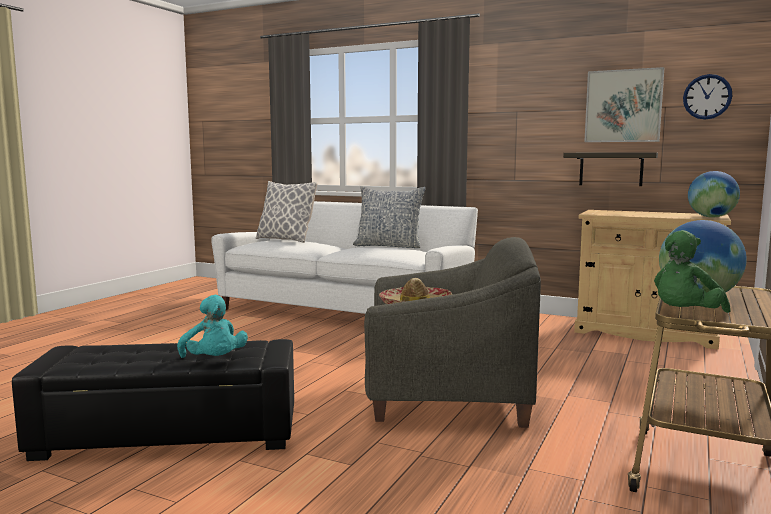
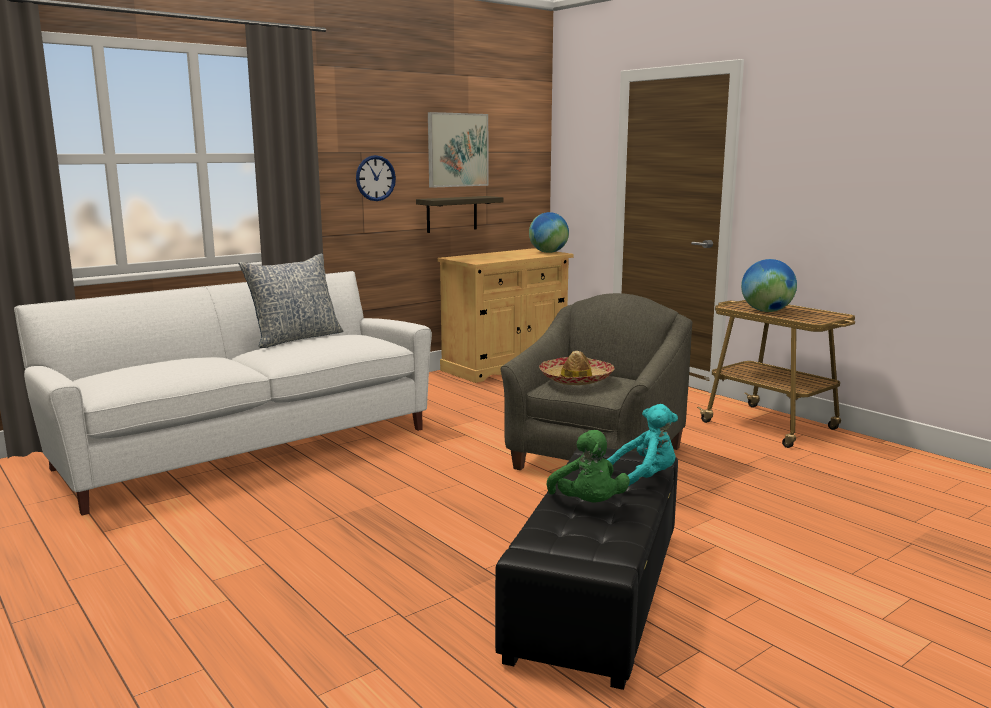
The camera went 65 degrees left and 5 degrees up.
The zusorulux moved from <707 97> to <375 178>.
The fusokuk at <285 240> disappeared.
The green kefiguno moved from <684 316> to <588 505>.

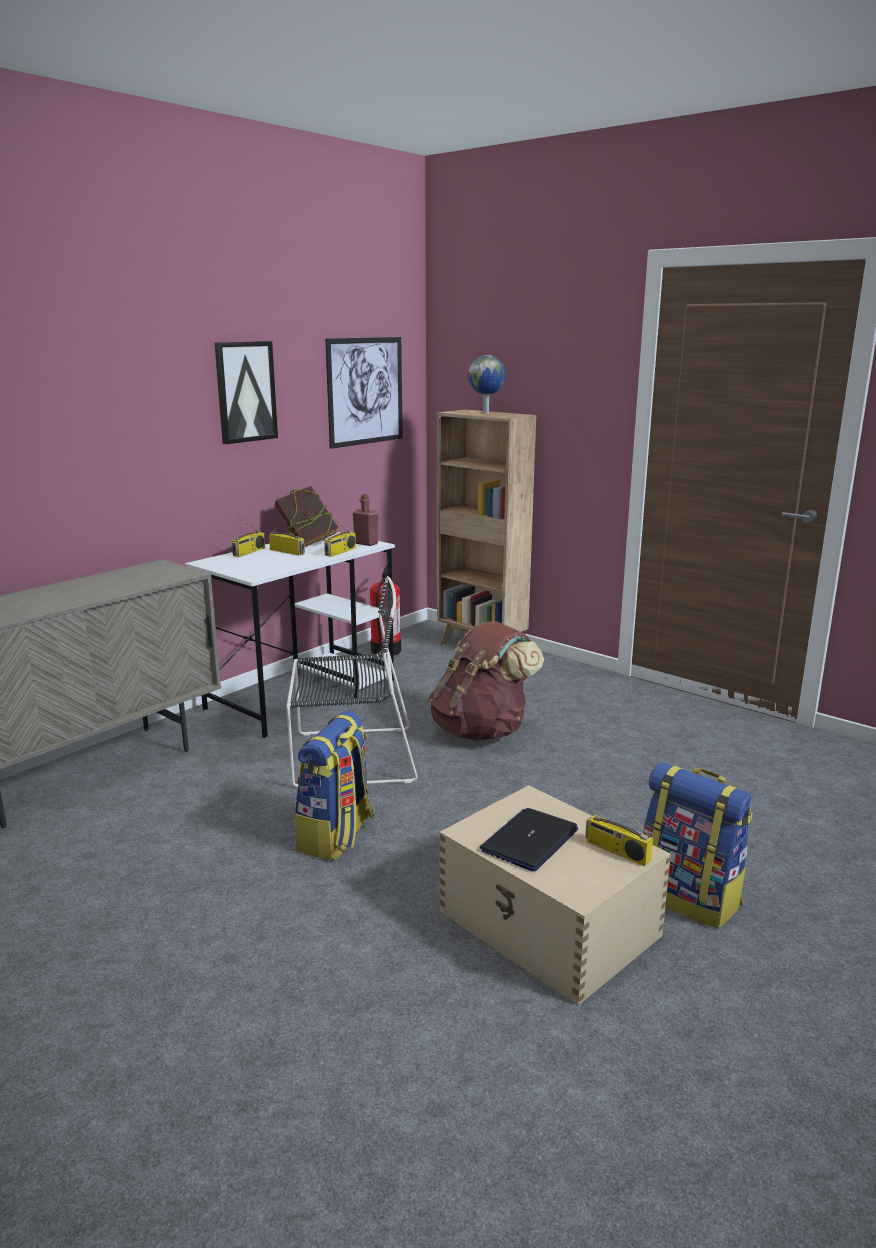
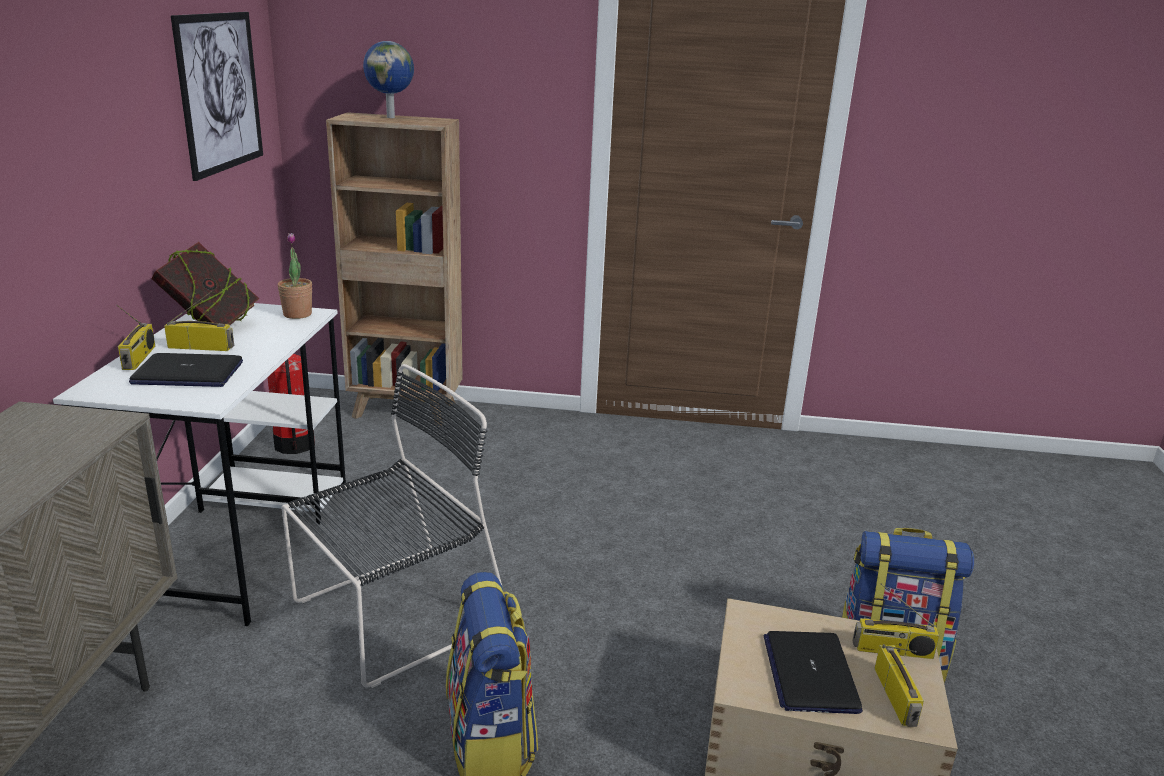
The camera went 35 degrees left and 5 degrees up.
The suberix at <245 392> disappeared.
The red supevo at <366 543> was replaced by the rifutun at <297 314>.
The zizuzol moved from <340 552> to <897 697>.
The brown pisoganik at <482 730> disappeared.
The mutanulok at <187 373> appeared.

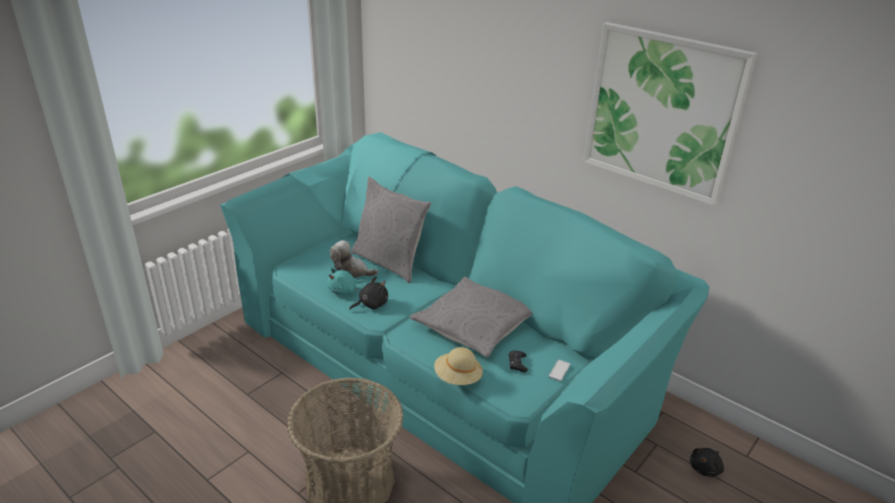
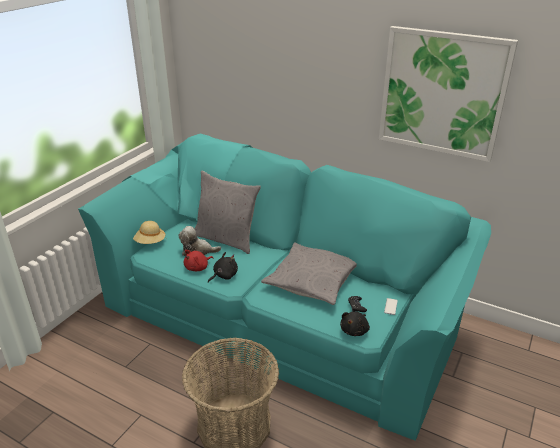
The camera went 10 degrees left and 0 degrees up.
The turquoise kefiguno at <344 291> became the red kefiguno at <198 268>.
The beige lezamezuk moved from <457 378> to <149 242>.
The black kefiguno moved from <705 468> to <355 330>.

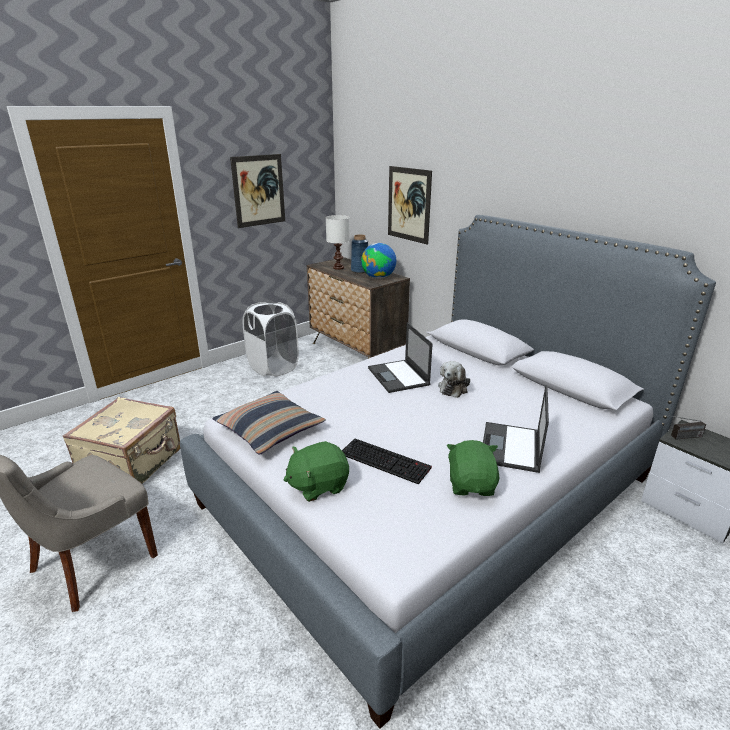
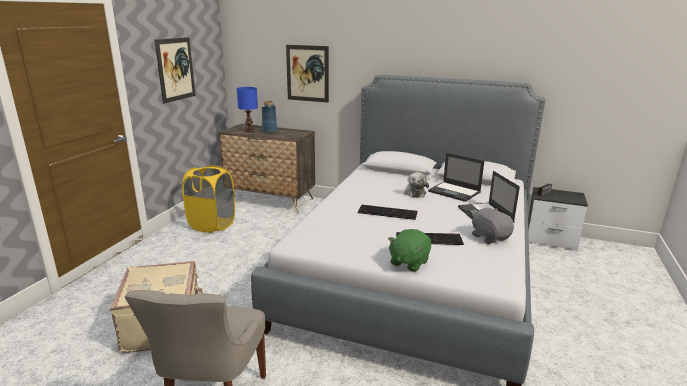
The camera went 30 degrees left and 5 degrees down.
The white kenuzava at <339 268> became the blue kenuzava at <249 131>.
The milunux at <378 278> disappeared.
The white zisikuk at <273 367> became the yellow zisikuk at <212 225>.
The mutanulok moved from <399 376> to <455 192>.
The fusokuk at <270 430> disappeared.
The green kefiguno at <471 485> became the grey kefiguno at <490 237>.
The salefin at <388 212> appeared.

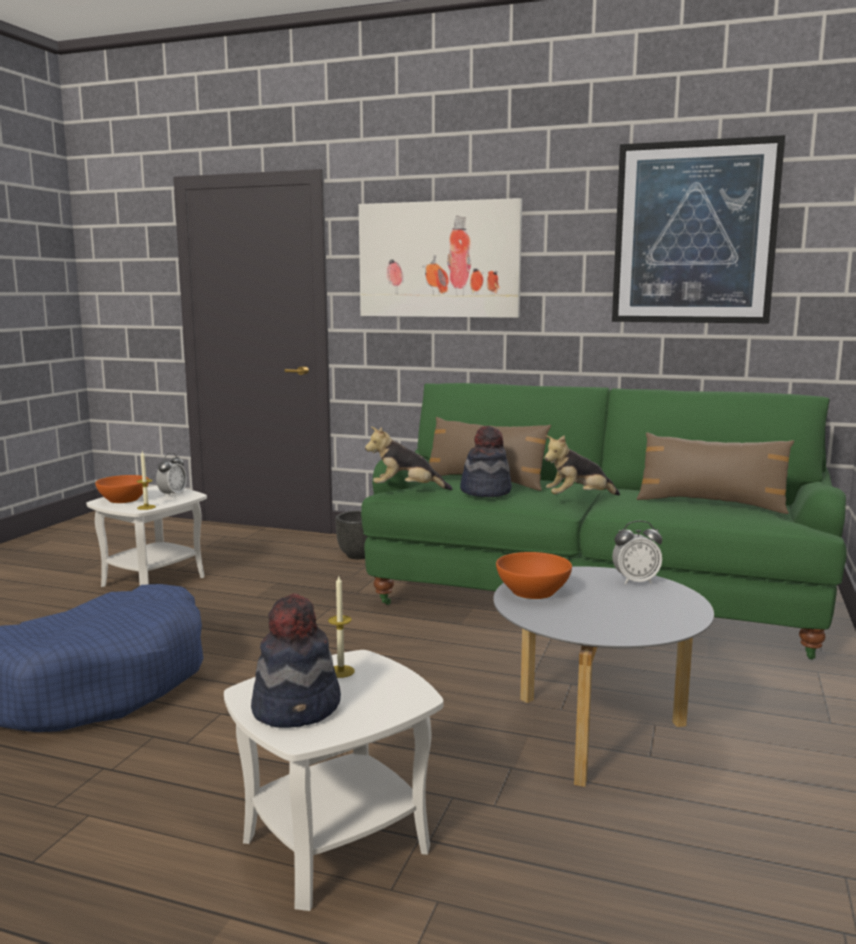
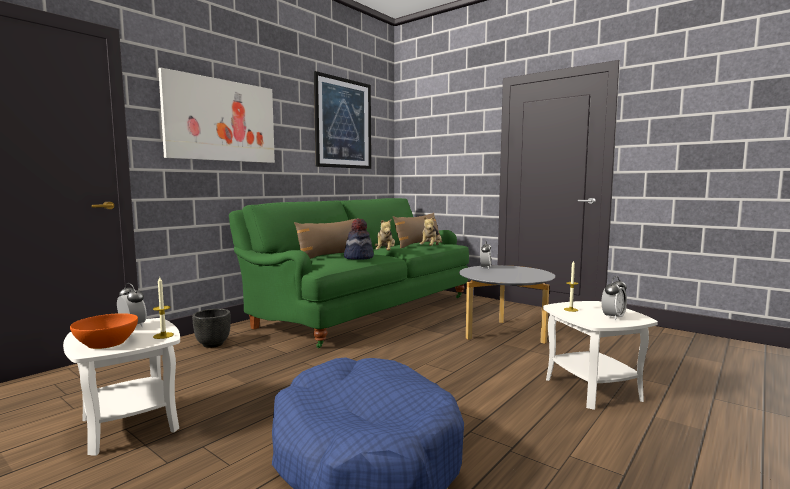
The camera went 70 degrees left and 5 degrees down.
The kefiguno moved from <406 490> to <431 248>.
The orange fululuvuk at <532 591> disappeared.
The lezamezuk at <298 708> was replaced by the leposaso at <613 317>.

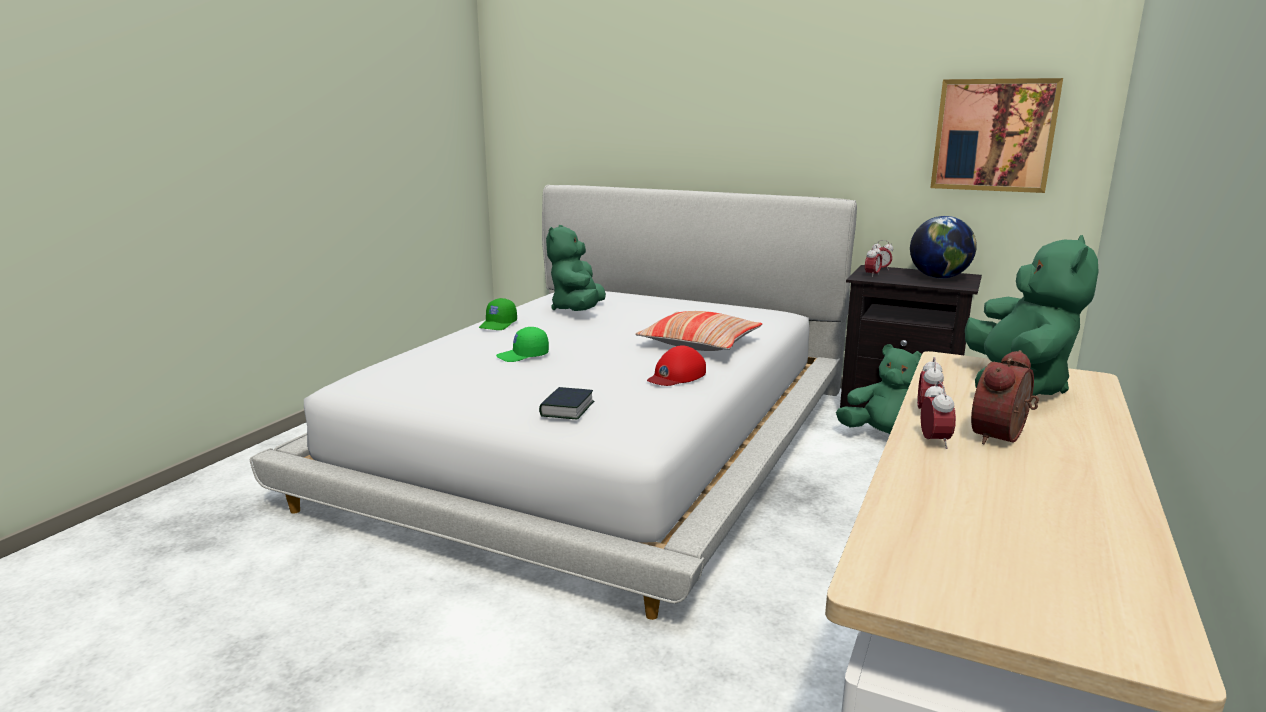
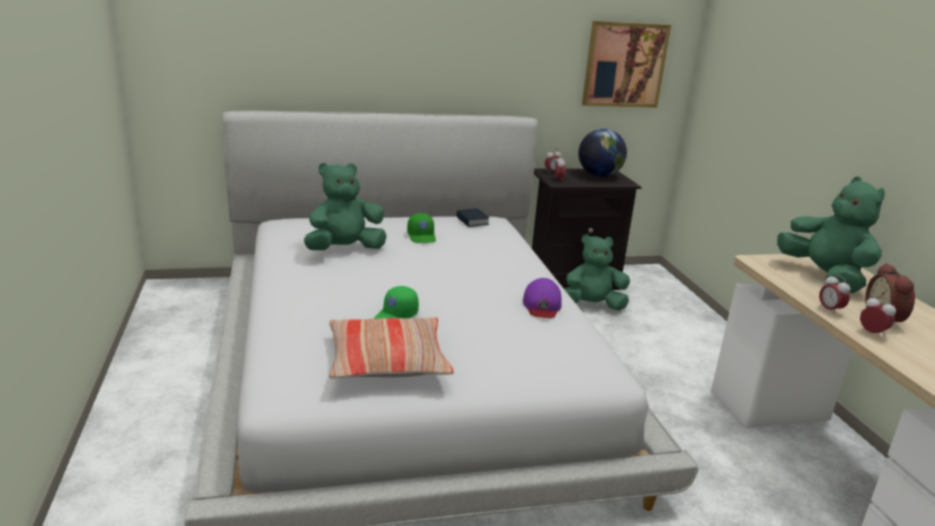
The camera went 40 degrees left and 5 degrees up.
The green kefiguno at <578 310> turned 90 degrees clockwise.
The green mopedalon moved from <498 325> to <422 236>.
The fusokuk moved from <700 343> to <387 361>.
The red mopedalon at <676 376> became the purple mopedalon at <542 305>.
The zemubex moved from <567 409> to <472 221>.

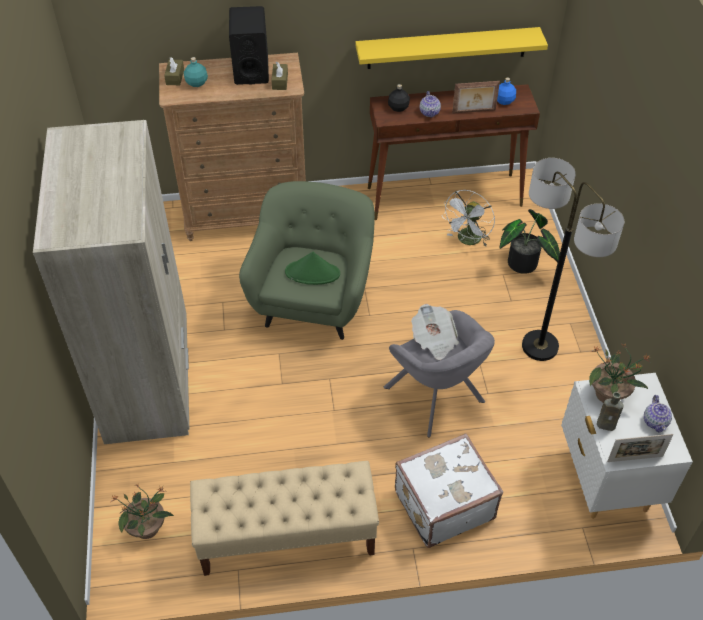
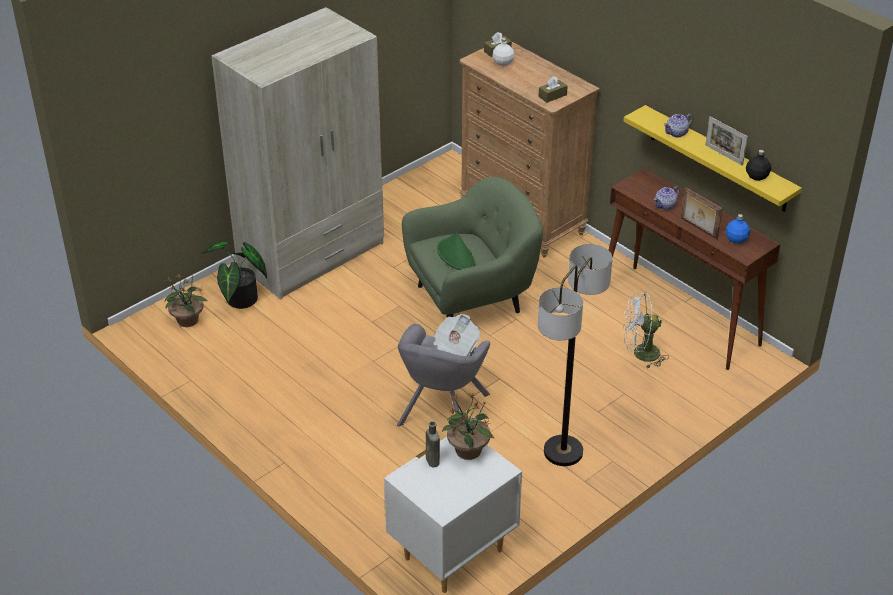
The camera went 55 degrees right and 10 degrees down.
The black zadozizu at <251 70> disappeared.
The turquoise supevo at <196 83> became the white supevo at <502 62>.
The black supevo moved from <398 108> to <756 176>.
The rifutun moved from <523 266> to <239 301>.
The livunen moved from <655 421> to <677 133>.
The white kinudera at <442 503> disappeared.
The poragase moved from <635 459> to <724 155>.
The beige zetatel at <286 536> disappeared.

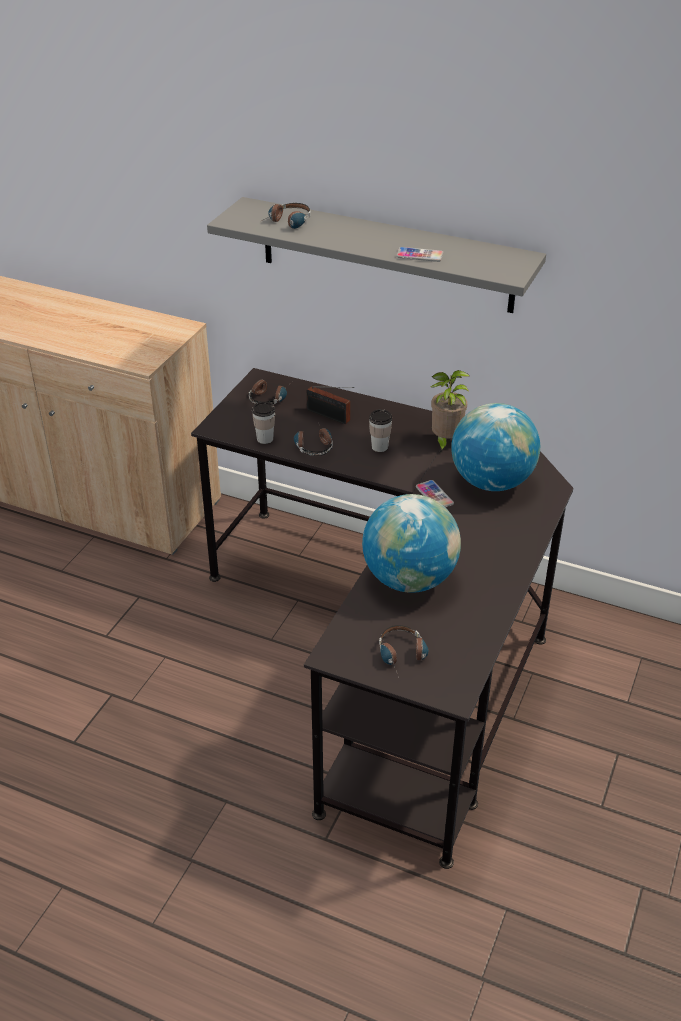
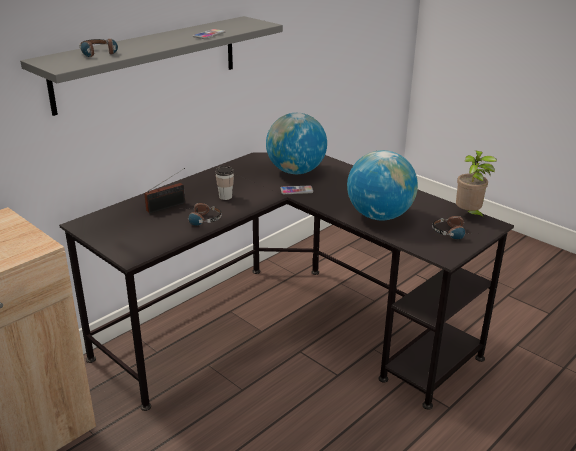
The camera went 70 degrees left and 10 degrees down.
The rifutun moved from <445 442> to <469 215>.
The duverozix at <269 397> disappeared.
The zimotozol at <265 439> disappeared.

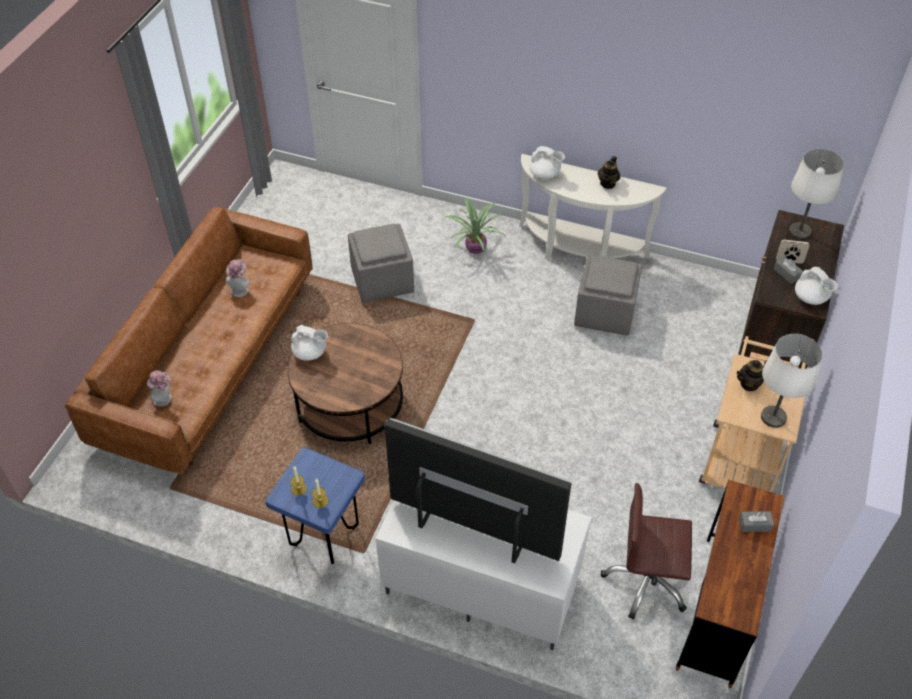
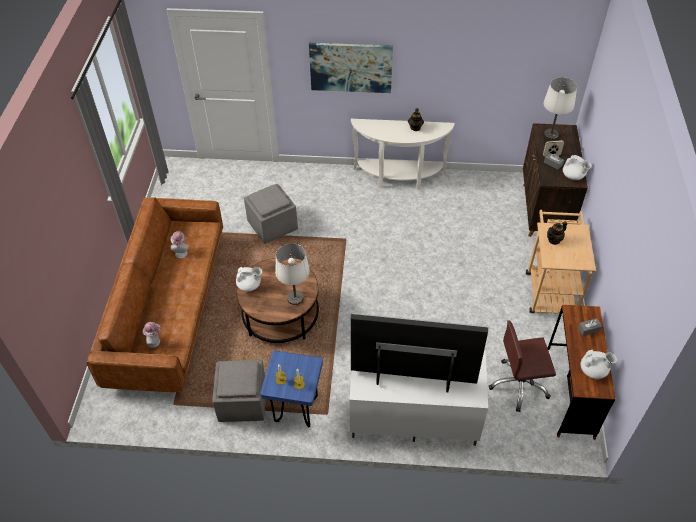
The camera went 15 degrees left and 0 degrees up.
The white livunen moved from <545 174> to <593 371>.
The rifutun at <475 248> disappeared.
The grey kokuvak moved from <605 313> to <243 402>.
The white kenuzava moved from <773 417> to <295 298>.
The suberix at <351 67> appeared.

